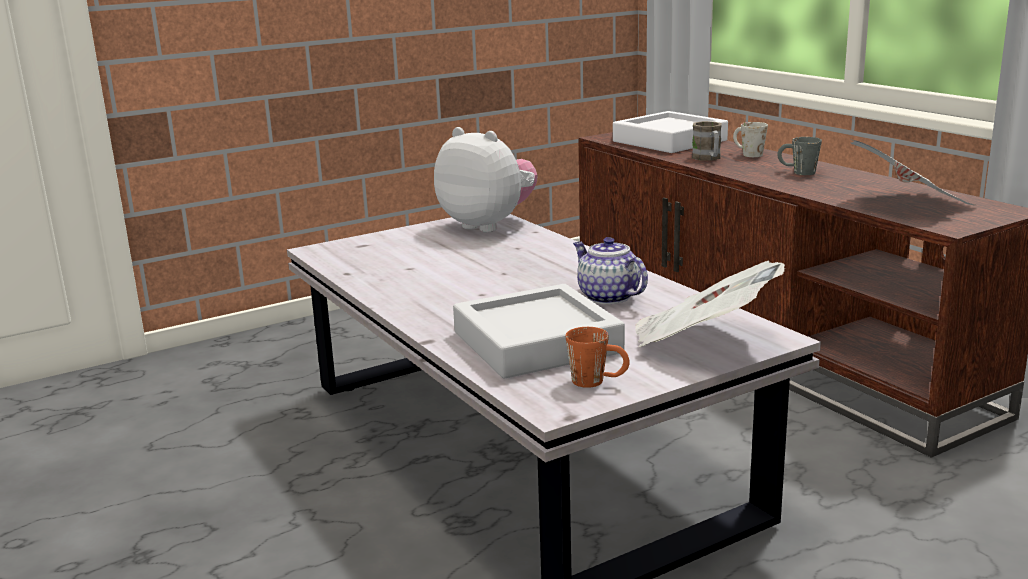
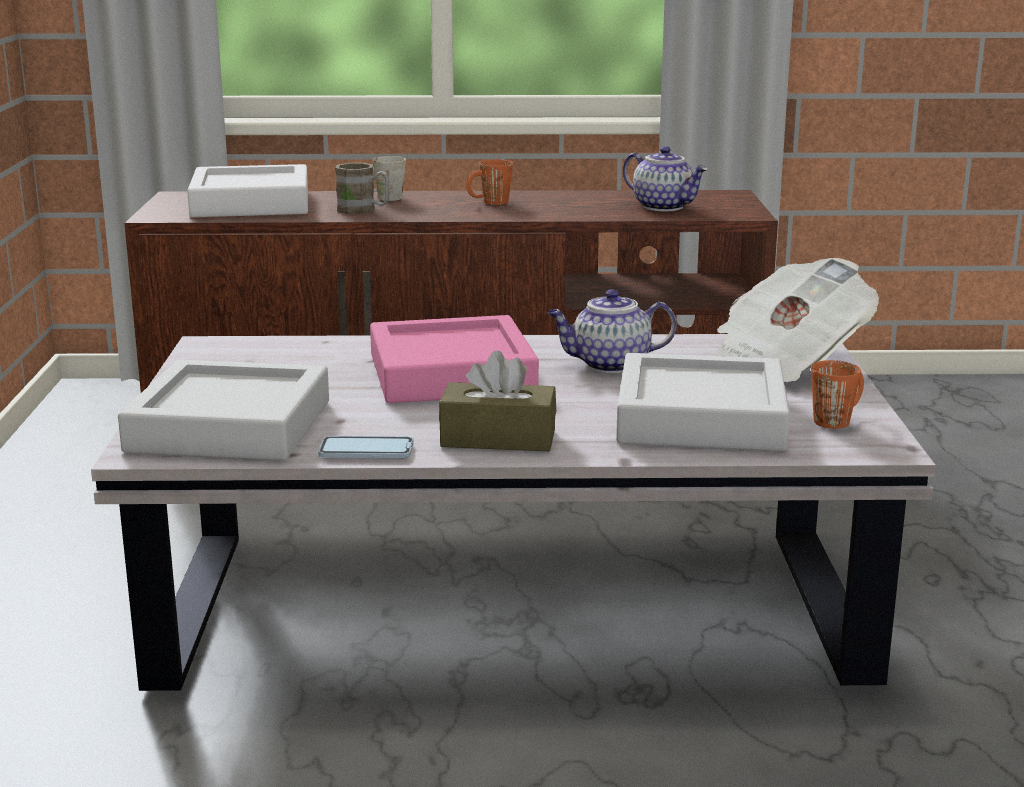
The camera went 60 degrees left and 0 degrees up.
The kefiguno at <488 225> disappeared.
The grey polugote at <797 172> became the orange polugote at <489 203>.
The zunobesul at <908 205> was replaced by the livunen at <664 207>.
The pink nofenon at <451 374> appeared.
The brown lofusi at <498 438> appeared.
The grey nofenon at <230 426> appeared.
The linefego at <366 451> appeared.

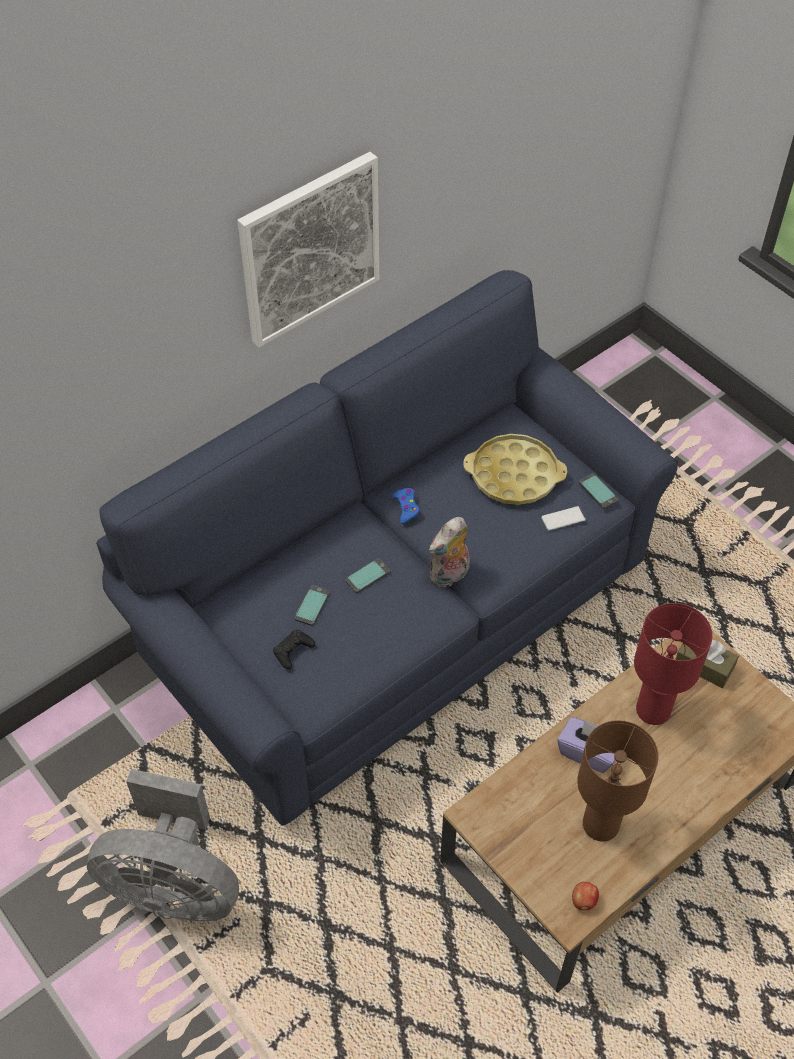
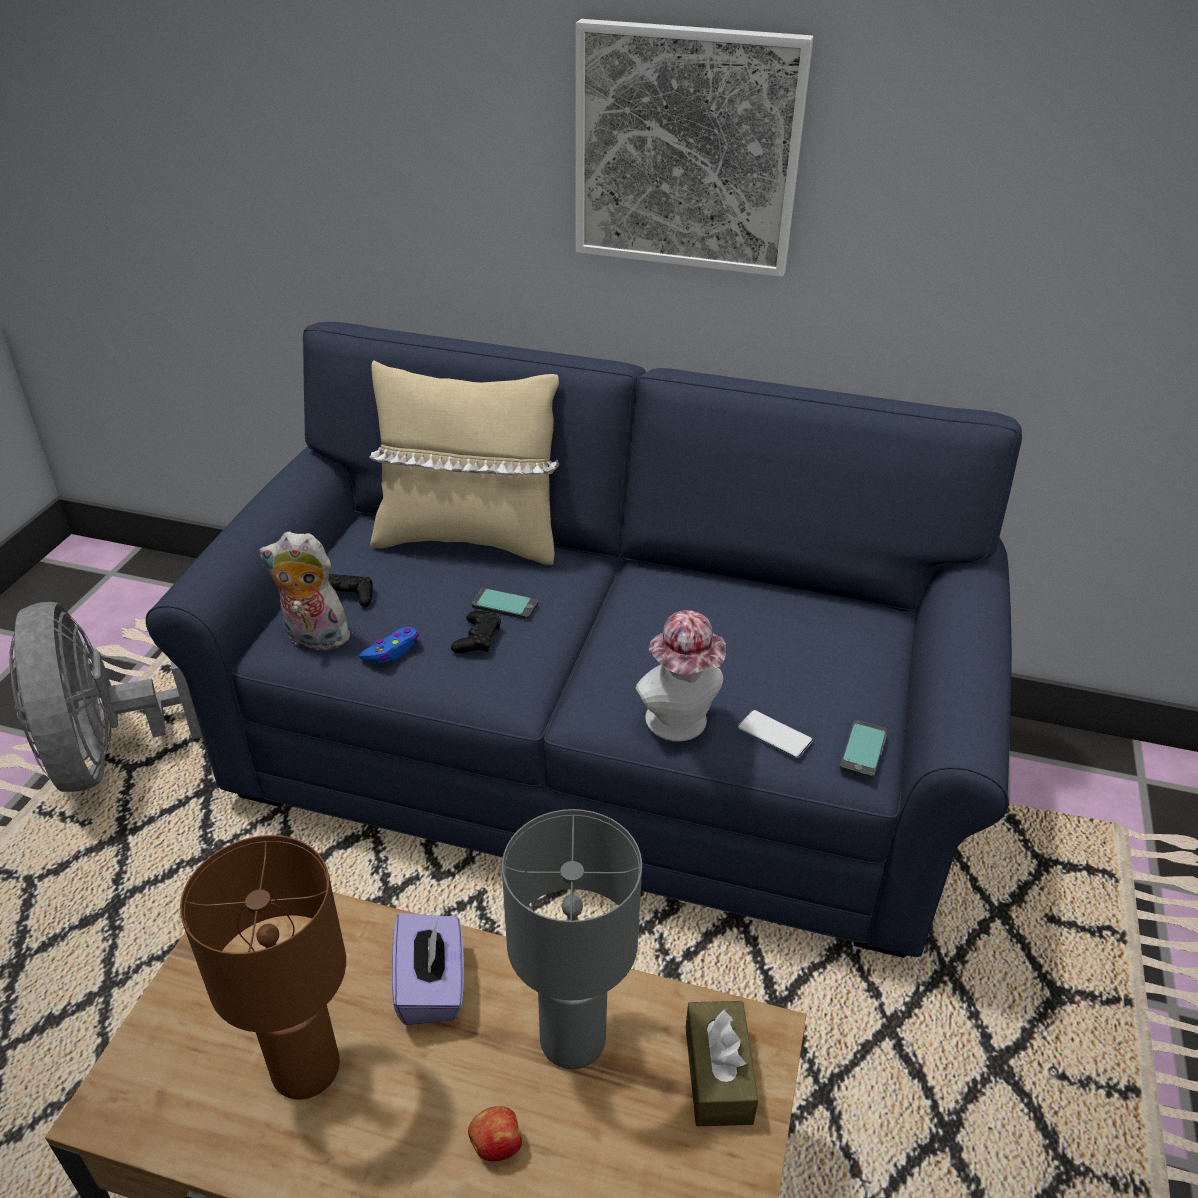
The camera went 55 degrees right and 15 degrees down.
The yellow nofenon at <514 475> disappeared.
The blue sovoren moved from <406 508> to <392 651>.
The kefiguno moved from <450 576> to <313 639>.
The linefego at <312 606> disappeared.
The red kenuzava at <654 710> became the grey kenuzava at <574 1041>.
The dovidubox moved from <583 901> to <495 1145>.
The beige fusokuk at <468 539> appeared.
The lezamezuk at <680 725> appeared.
The black sovoren at <477 638> appeared.

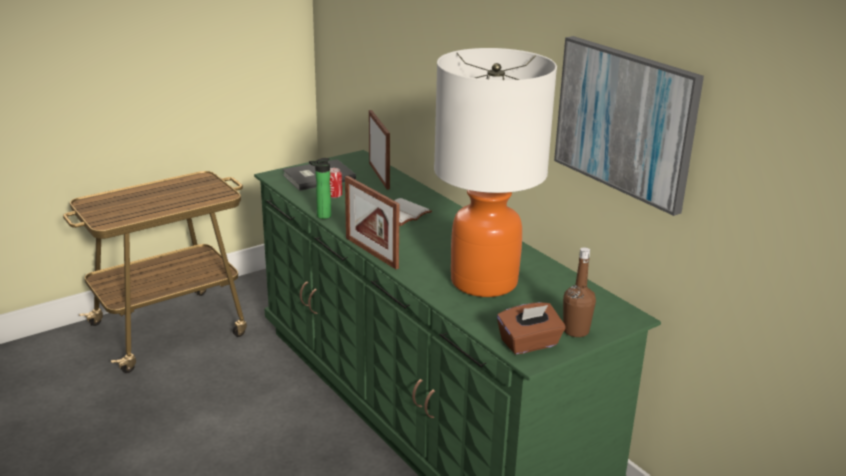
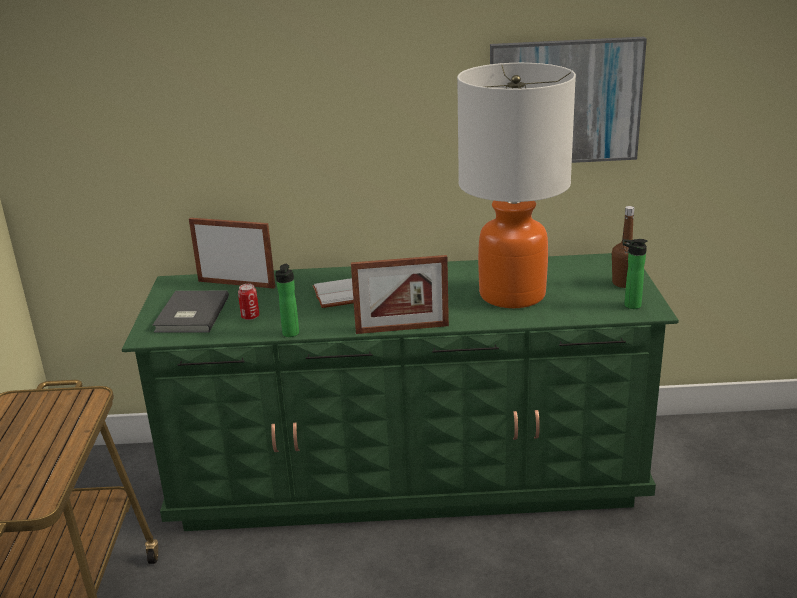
The camera went 55 degrees left and 0 degrees up.
The brown lofusi at <529 344> was replaced by the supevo at <629 305>.

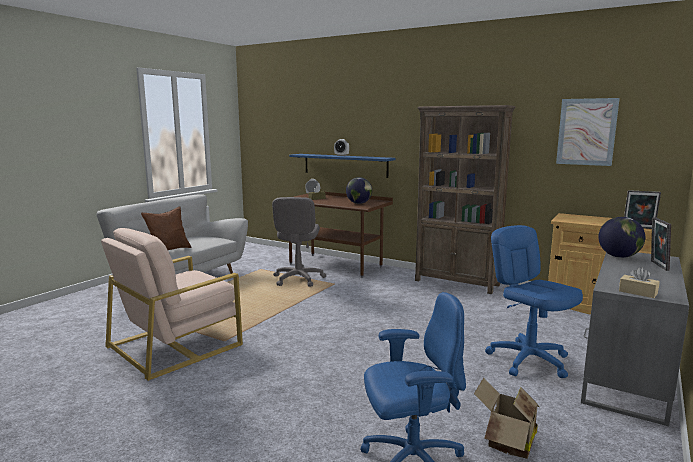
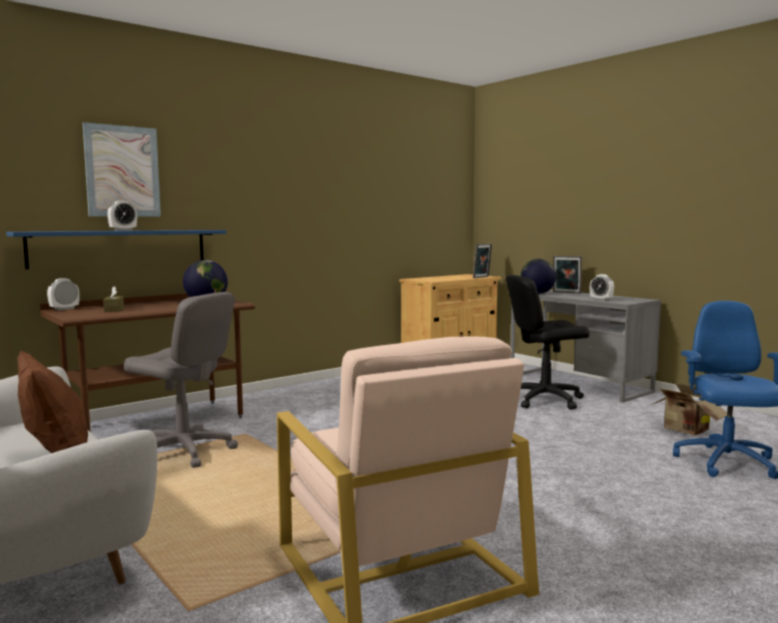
The camera went 70 degrees left and 5 degrees down.
The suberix moved from <586 132> to <122 171>.
The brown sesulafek at <457 283> disappeared.
The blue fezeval at <528 360> became the black fezeval at <544 400>.
The beige lofusi at <638 292> disappeared.
The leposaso at <601 299> appeared.

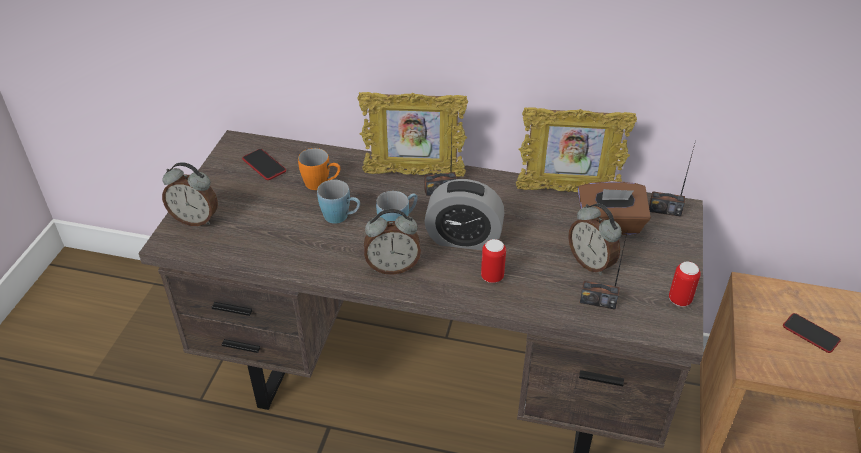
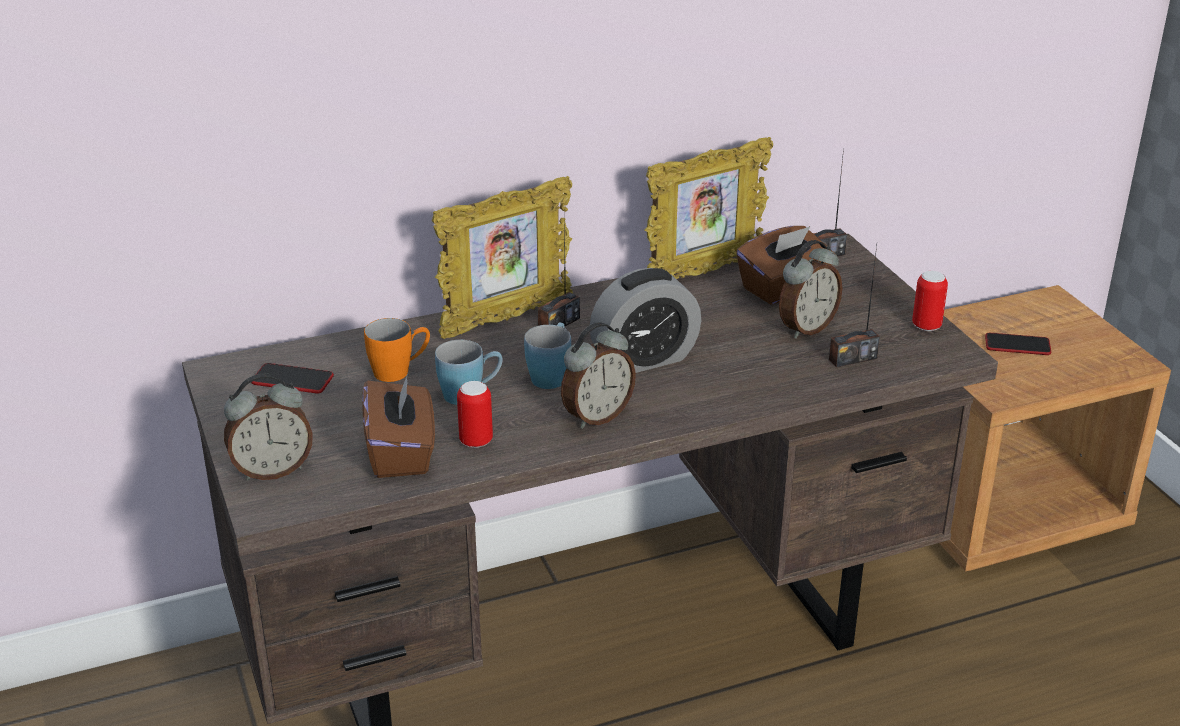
The camera went 35 degrees left and 10 degrees down.
The leposaso at <591 262> turned 60 degrees counterclockwise.
The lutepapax moved from <492 277> to <476 441>.
The brown lofusi at <401 453> appeared.

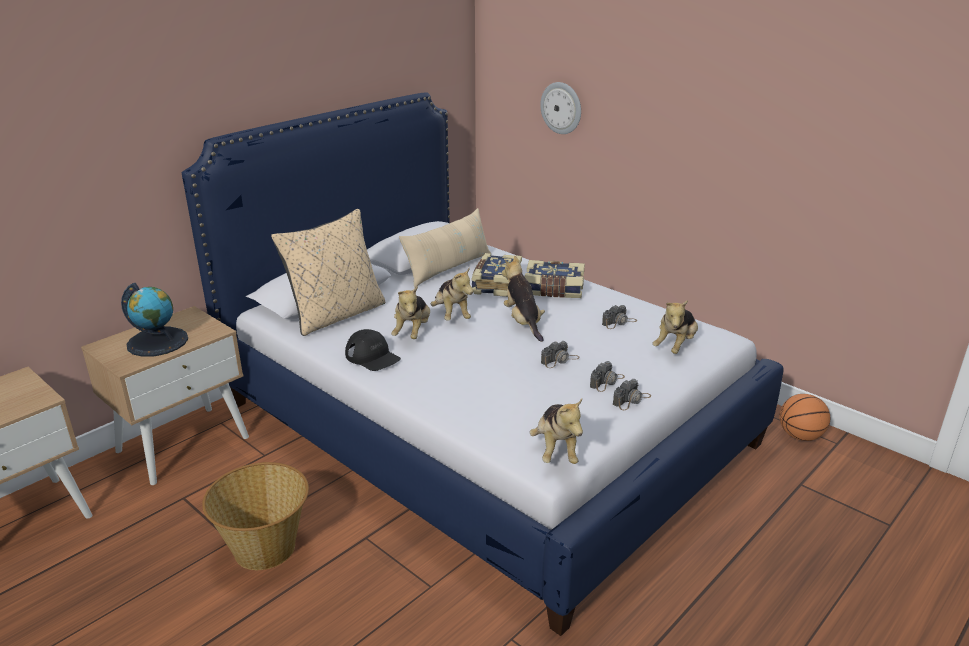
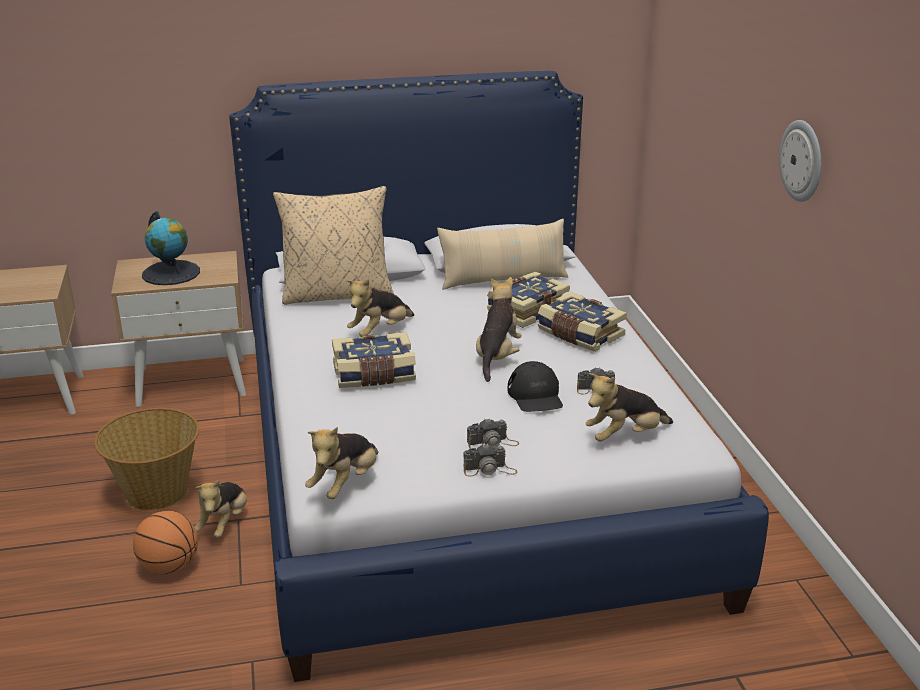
The camera went 35 degrees right and 0 degrees up.
The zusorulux moved from <561 108> to <802 160>.
The kefiguno moved from <451 315> to <224 523>.
The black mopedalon moved from <372 357> to <535 396>.
The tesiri at <560 360> disappeared.
The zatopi moved from <800 436> to <169 567>.
The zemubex at <374 374> appeared.

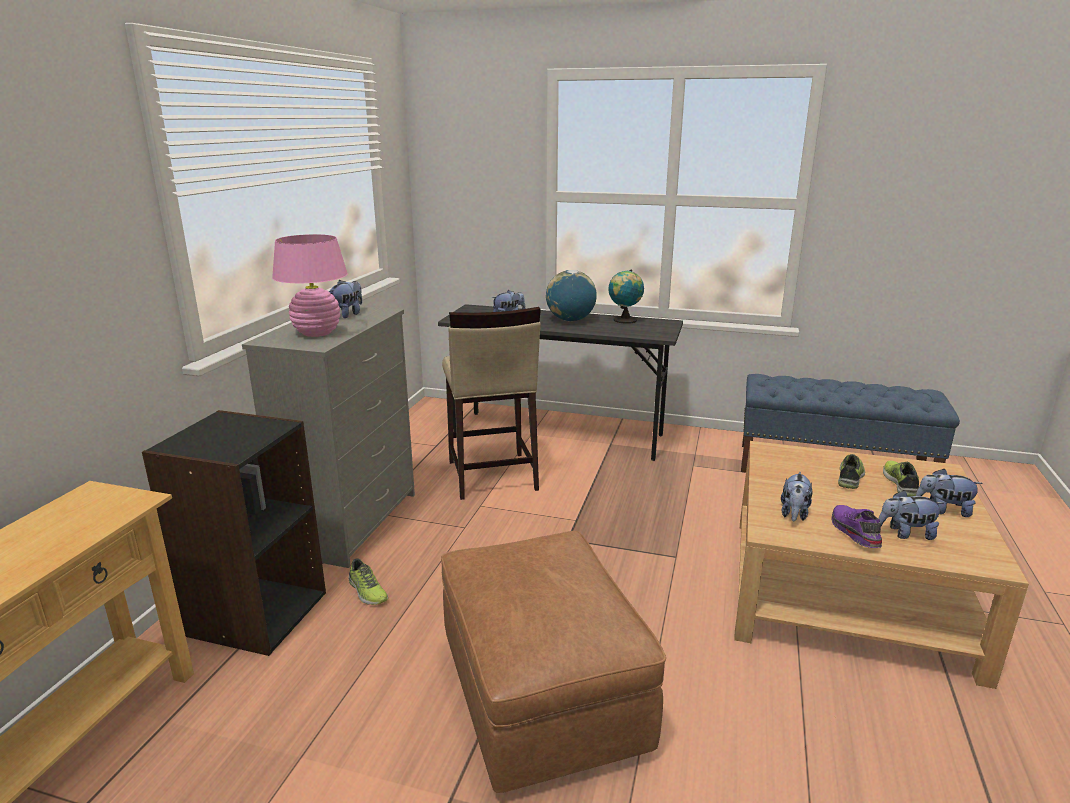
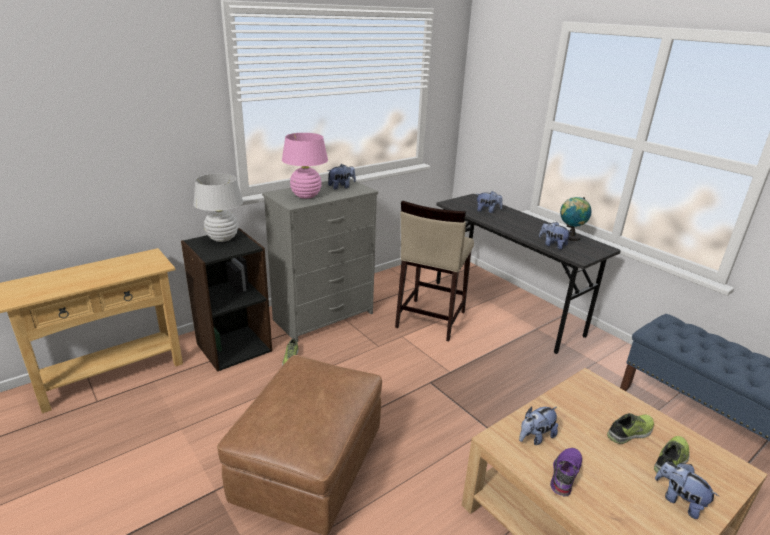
The camera went 35 degrees right and 5 degrees up.
The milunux at <570 320> disappeared.
The kefiguno moved from <905 533> to <552 245>.
The white kenuzava at <222 238> appeared.

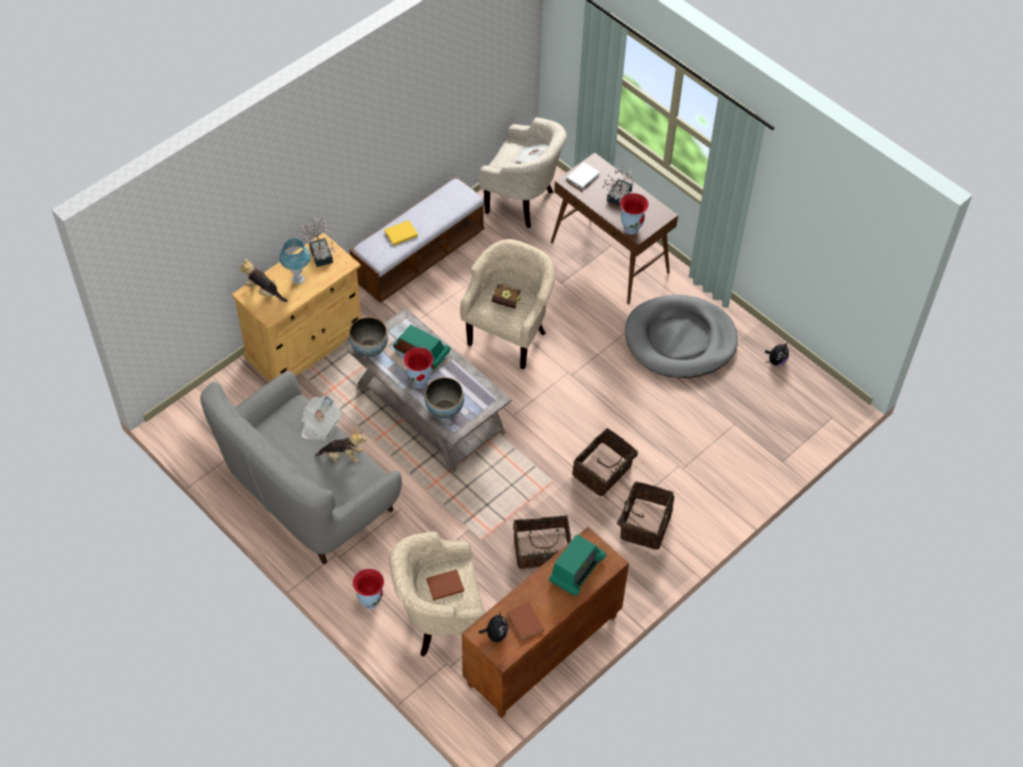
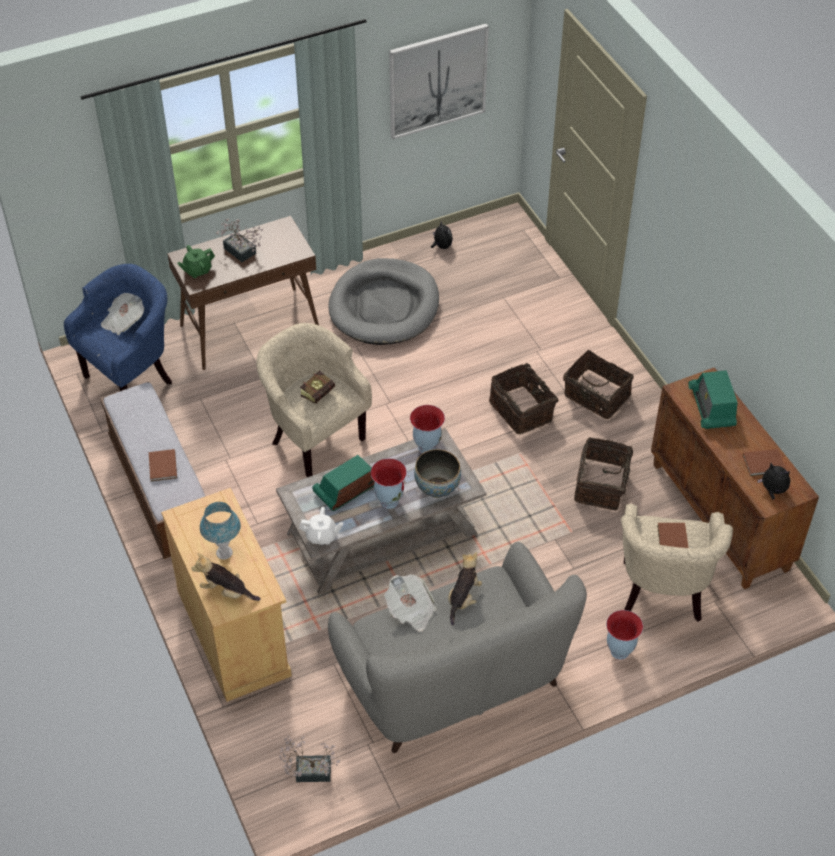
The camera went 70 degrees left and 5 degrees down.
The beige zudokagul at <523 202> became the blue zudokagul at <132 377>.
The white zemubex at <584 176> was replaced by the green livunen at <197 270>.
The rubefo moved from <631 228> to <426 447>.
The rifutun moved from <320 252> to <308 771>.
The yellow zemubex at <400 234> became the brown zemubex at <162 467>.
The kefiguno at <264 291> turned 60 degrees clockwise.
The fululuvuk at <369 349> was replaced by the white livunen at <321 536>.
The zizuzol at <576 569> turned 150 degrees counterclockwise.
The suberix at <437 80> appeared.

